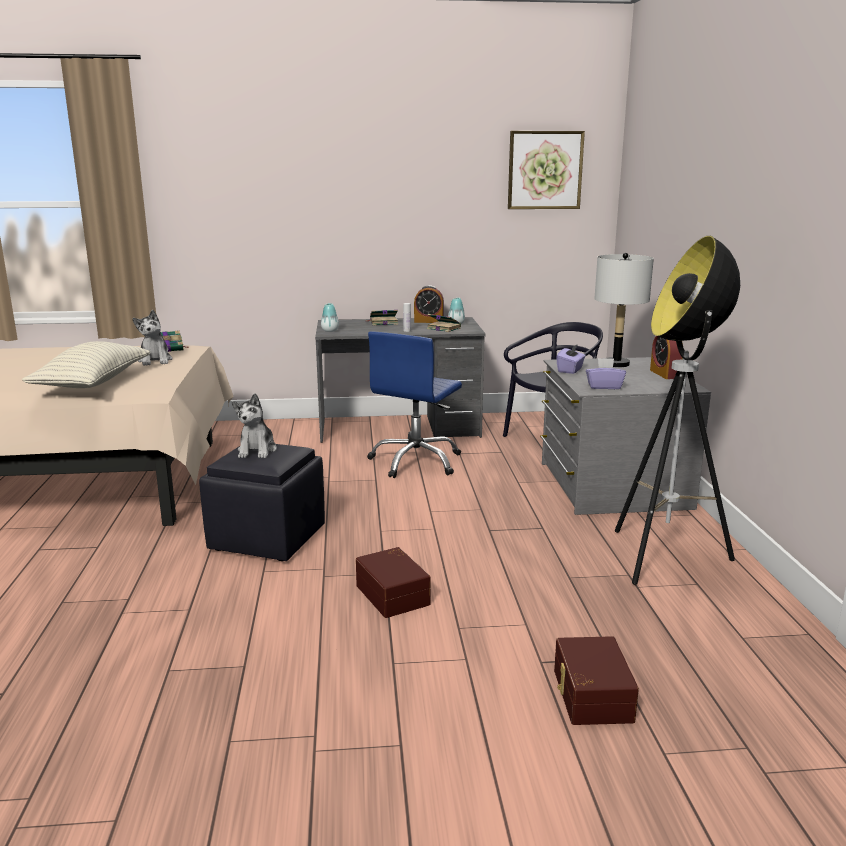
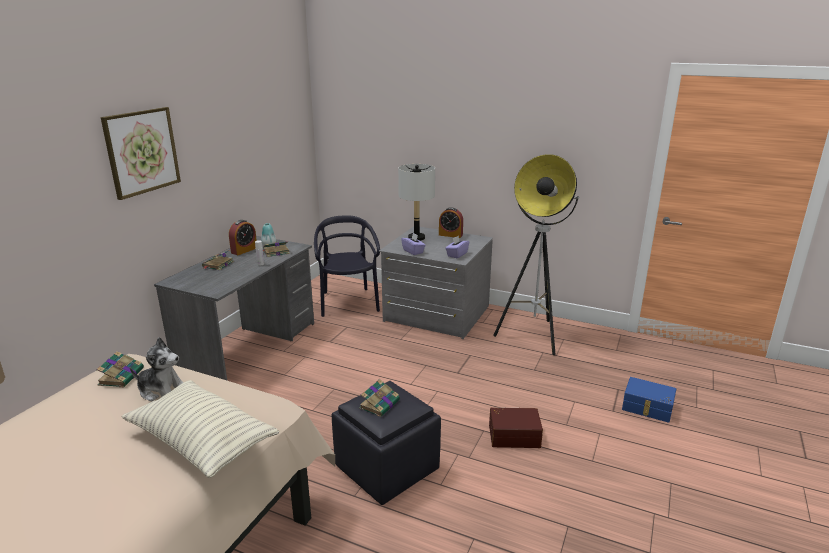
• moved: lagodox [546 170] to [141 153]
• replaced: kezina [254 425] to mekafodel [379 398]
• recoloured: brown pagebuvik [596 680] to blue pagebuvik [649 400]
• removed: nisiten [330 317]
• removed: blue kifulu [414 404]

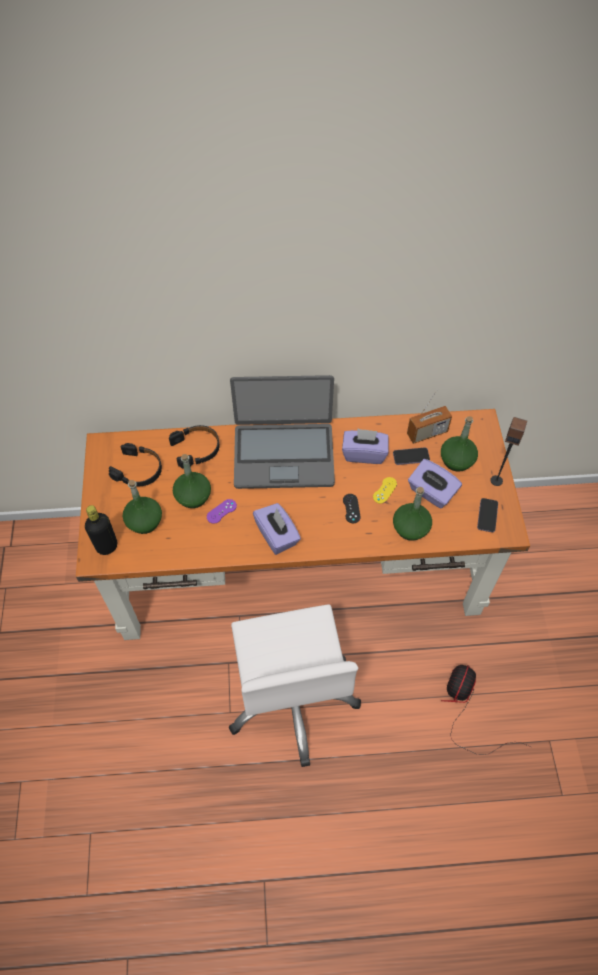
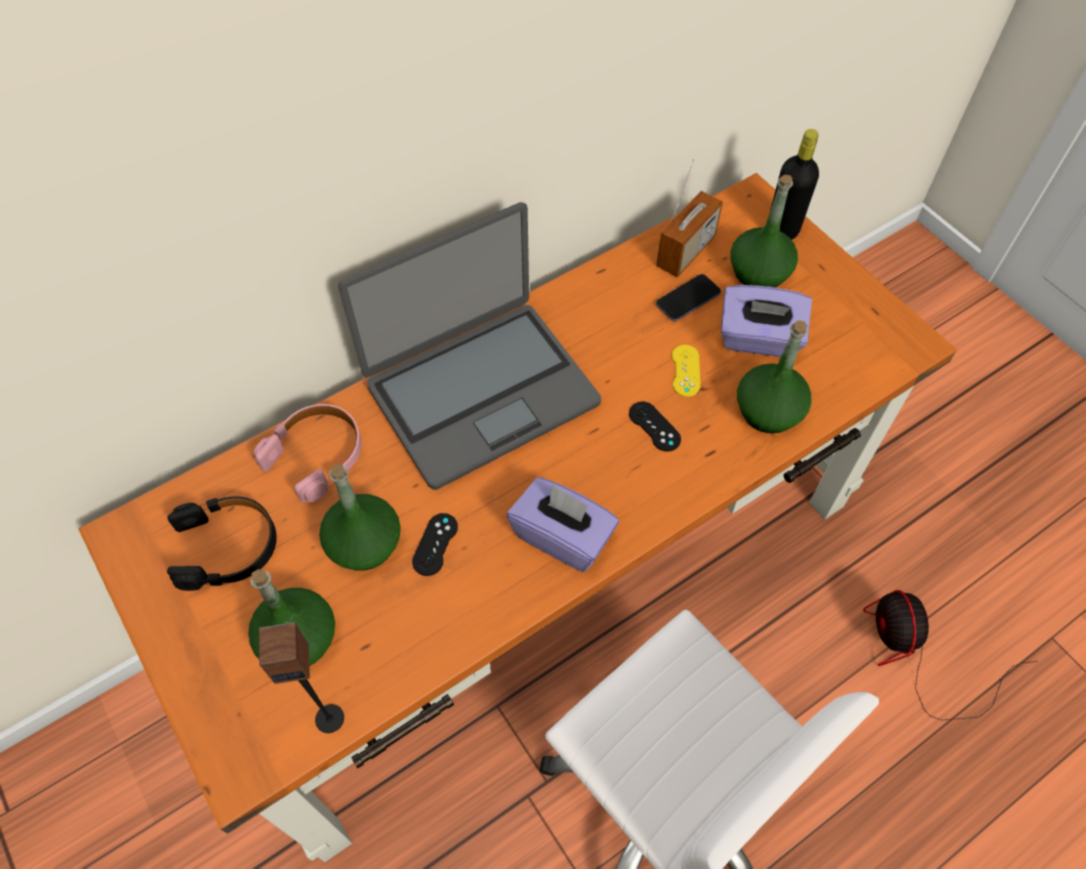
• recoloured: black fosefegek [194 446] to pink fosefegek [308 453]
• moved: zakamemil [508 451] to [301 677]
• recoloured: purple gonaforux [222 511] to black gonaforux [435 544]
• moved: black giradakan [101 530] to [794 184]
• removed: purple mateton [365 446]
• removed: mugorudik [487 515]

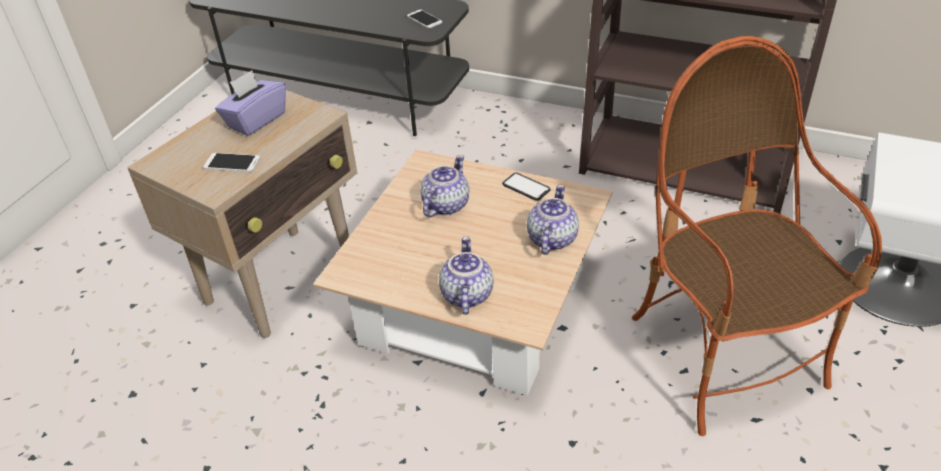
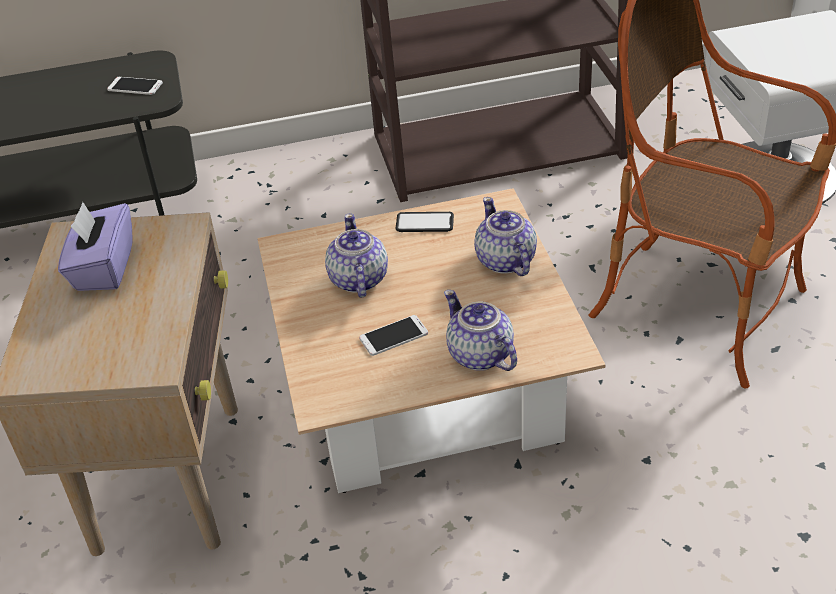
• moved: mugorudik [231 162] to [393 335]

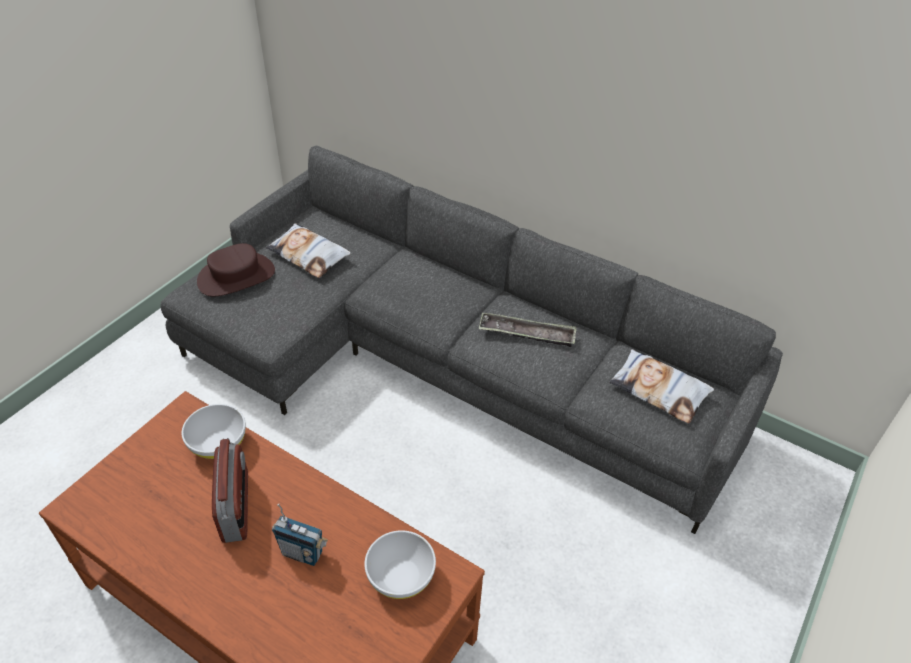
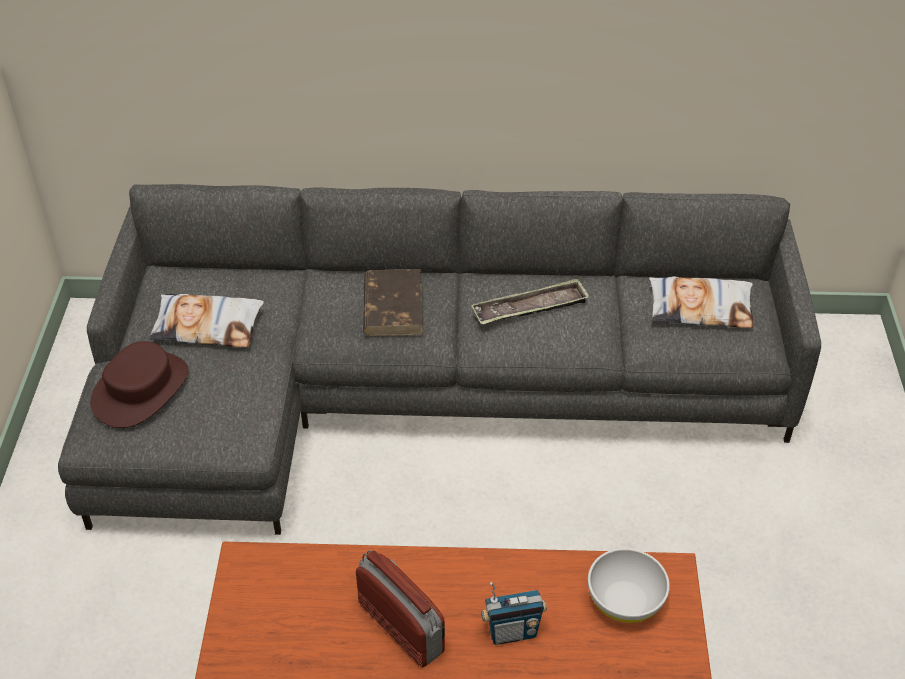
• added: brown mekafodel [393 302]
• removed: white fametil [213 431]

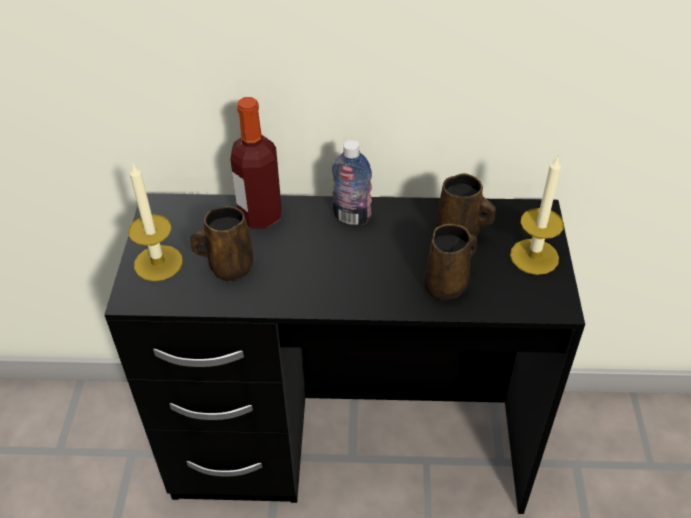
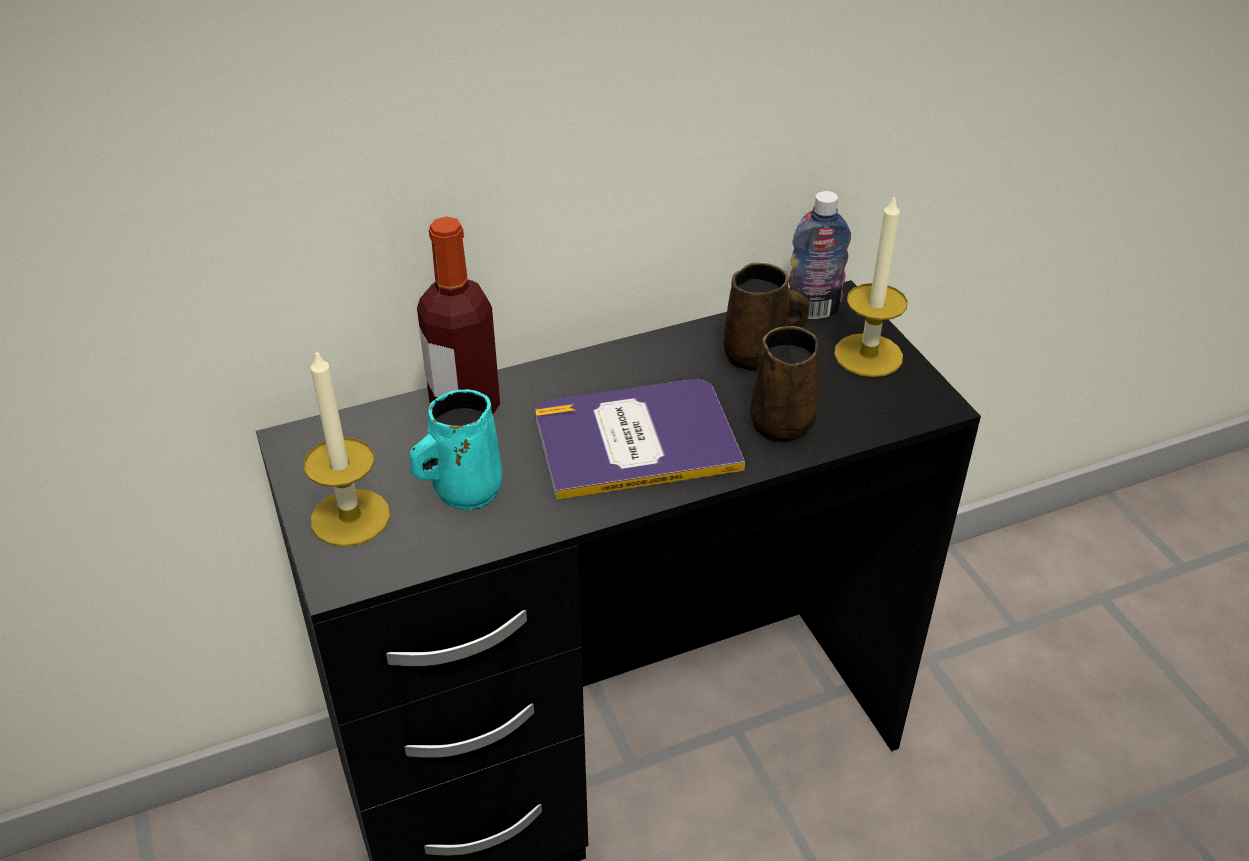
• recoloured: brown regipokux [221 244] to turquoise regipokux [456 449]
• added: mekafodel [640 439]
• moved: giradakan [352 182] to [819 255]

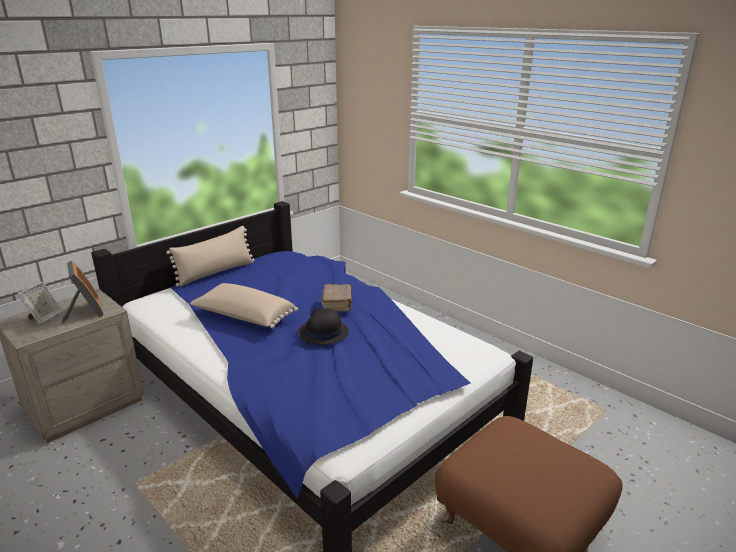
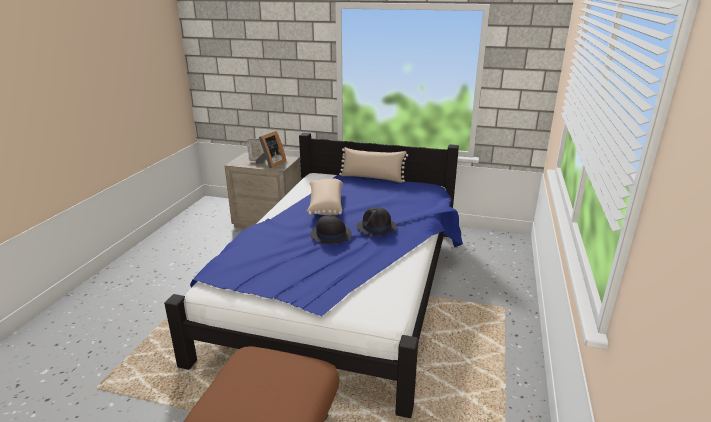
• replaced: brown mekafodel [337 298] to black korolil [377 221]

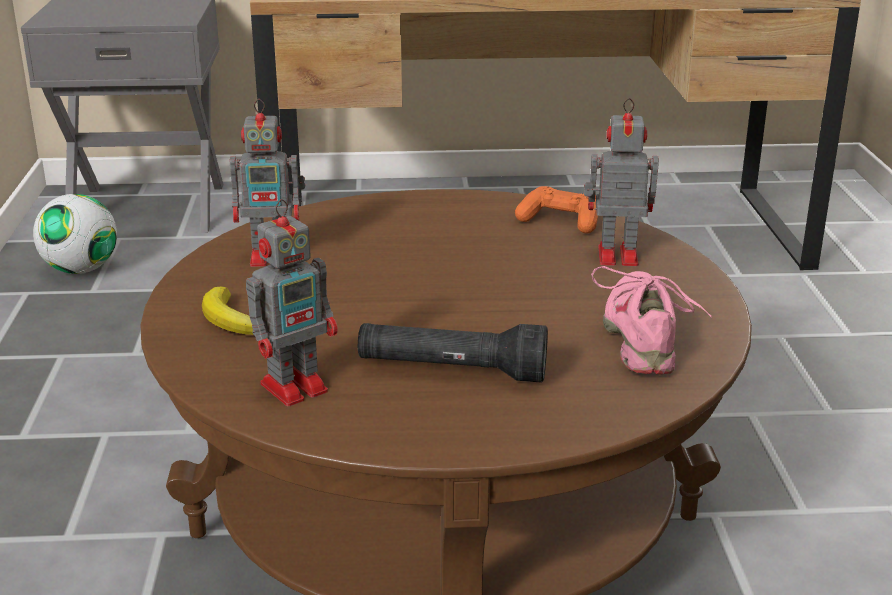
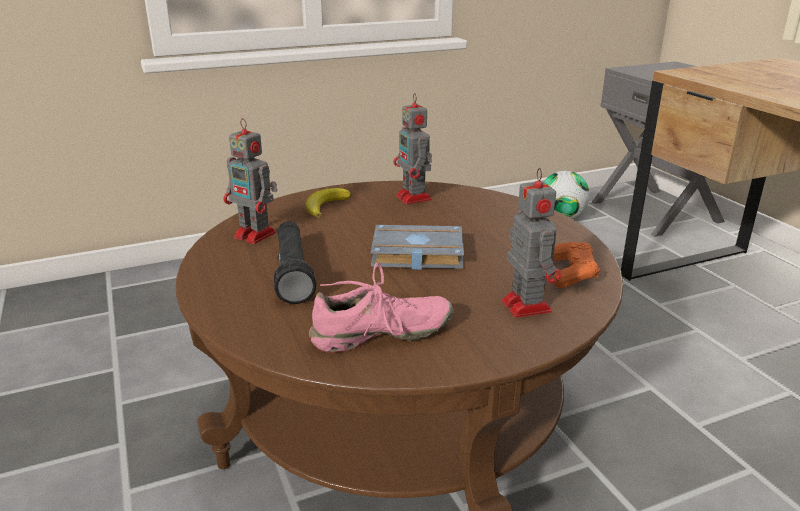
• added: grey mekafodel [417 247]

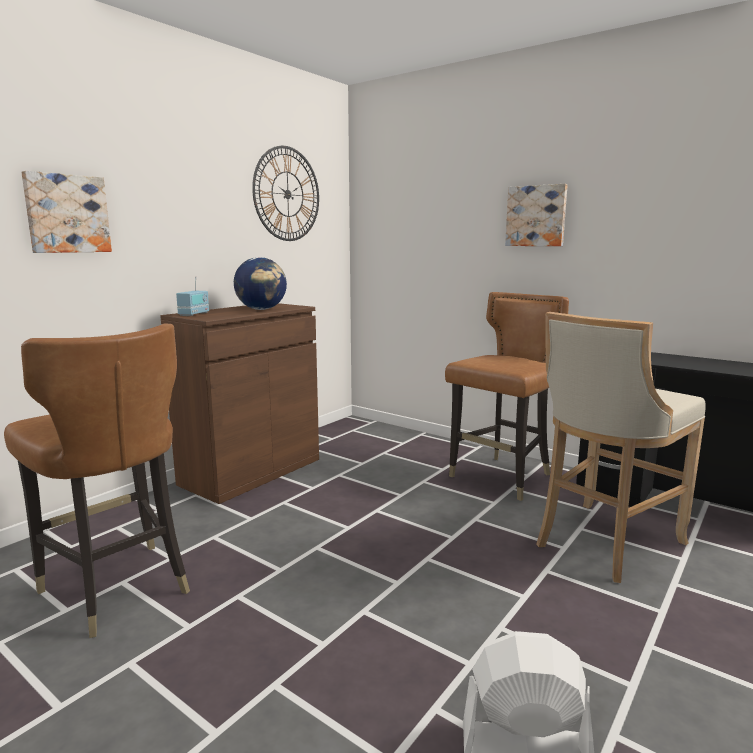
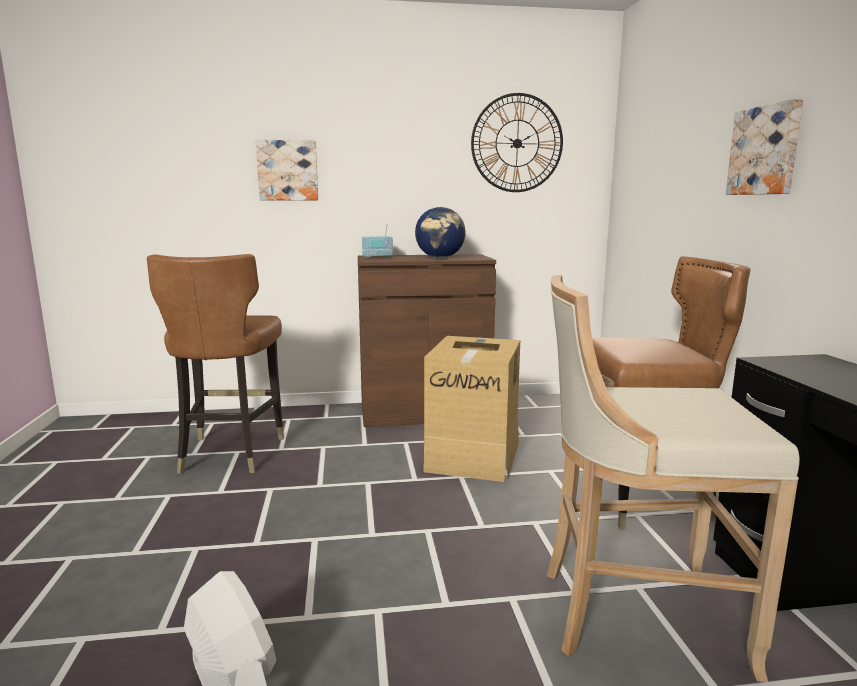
• added: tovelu [471 409]

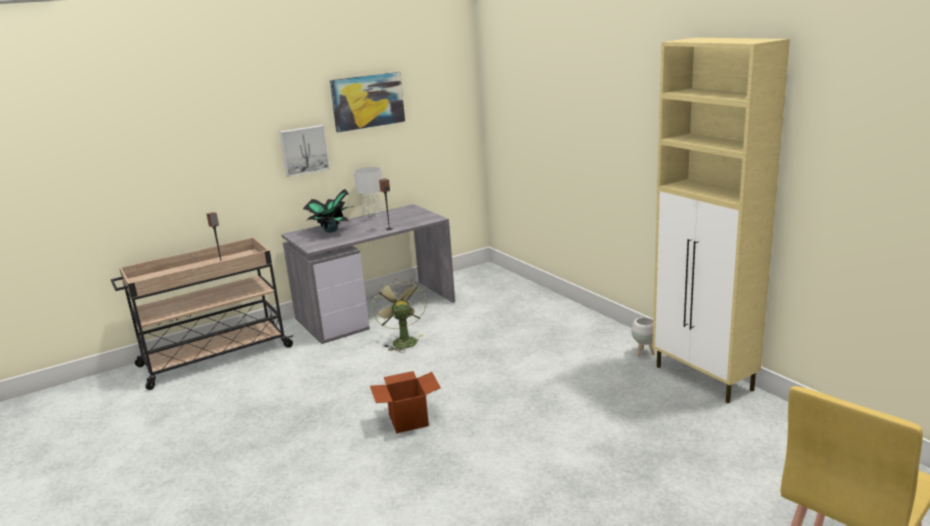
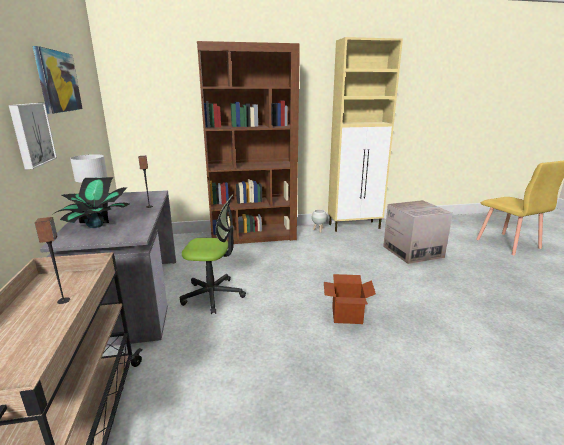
• replaced: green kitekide [399 315] to kifulu [213 254]
• added: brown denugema [248 142]
• added: tovelu [418 232]

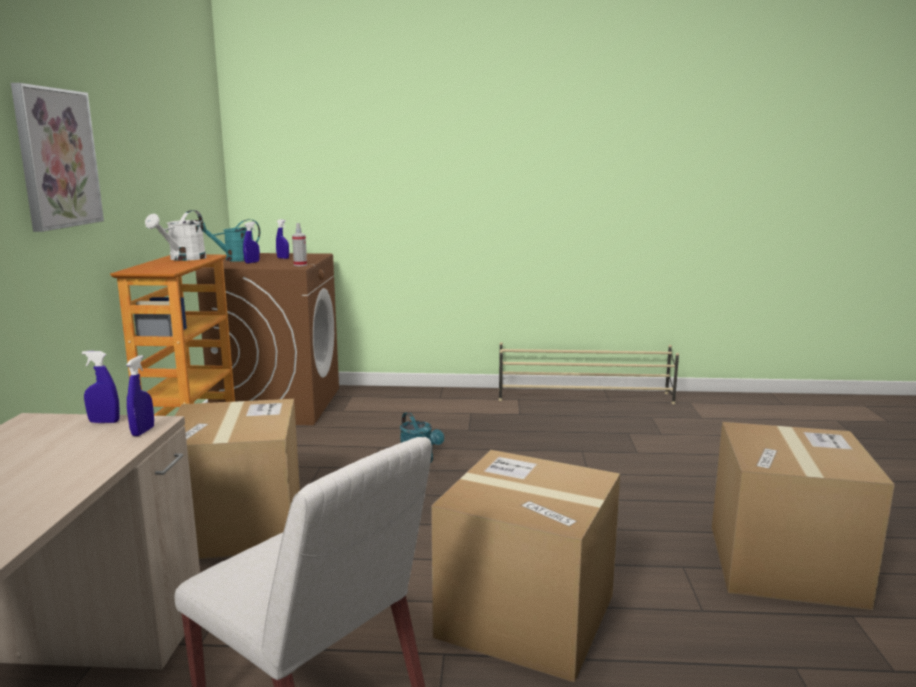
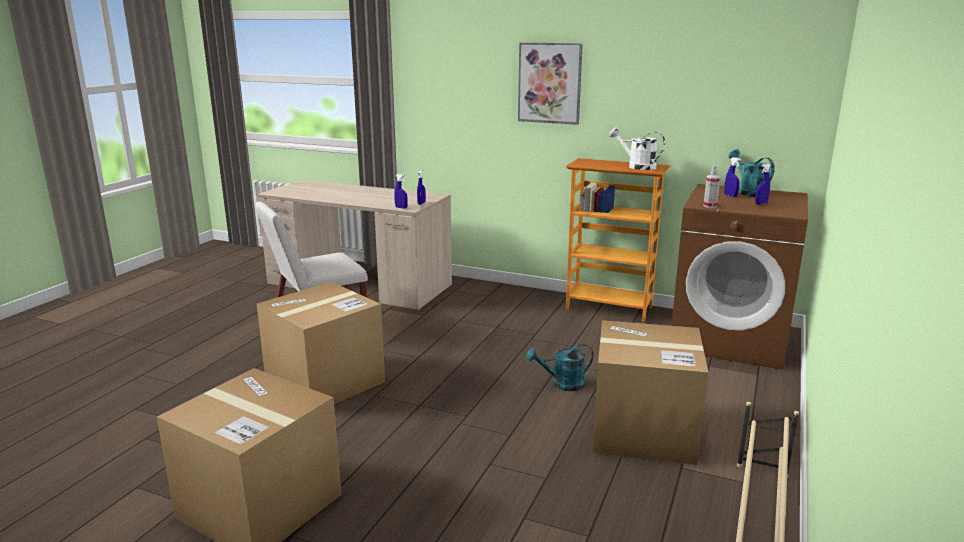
• moved: tovelu [237 479] to [651 392]

